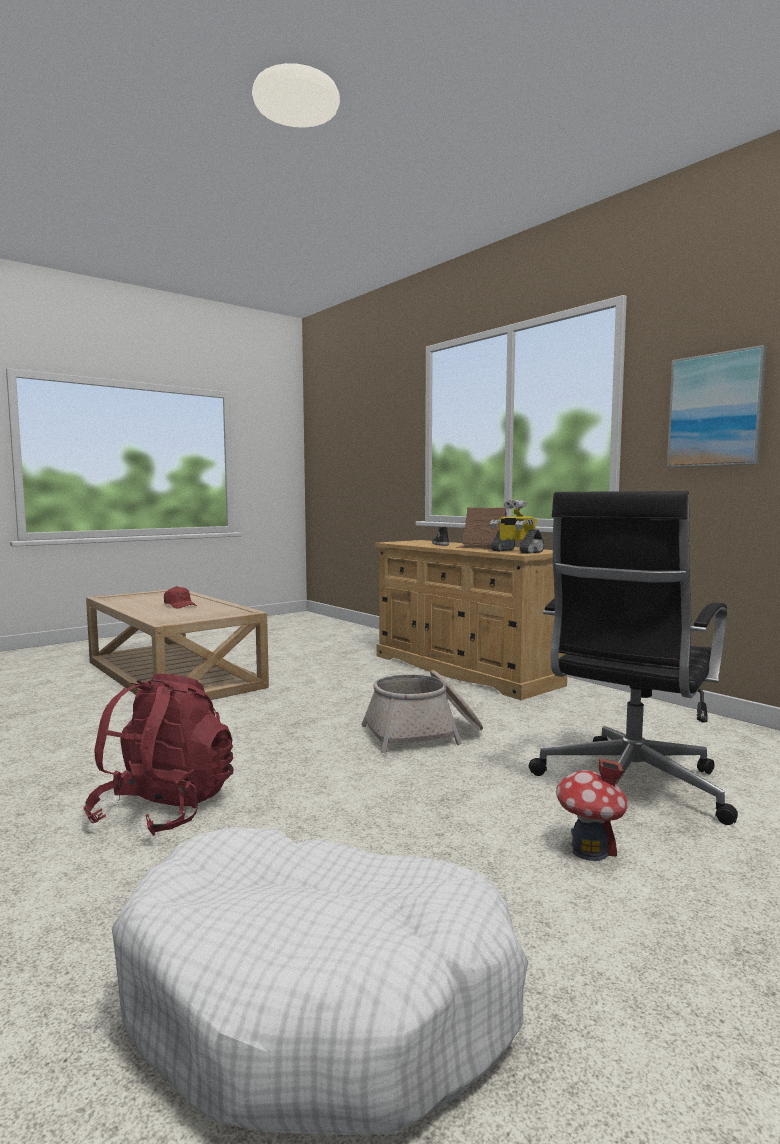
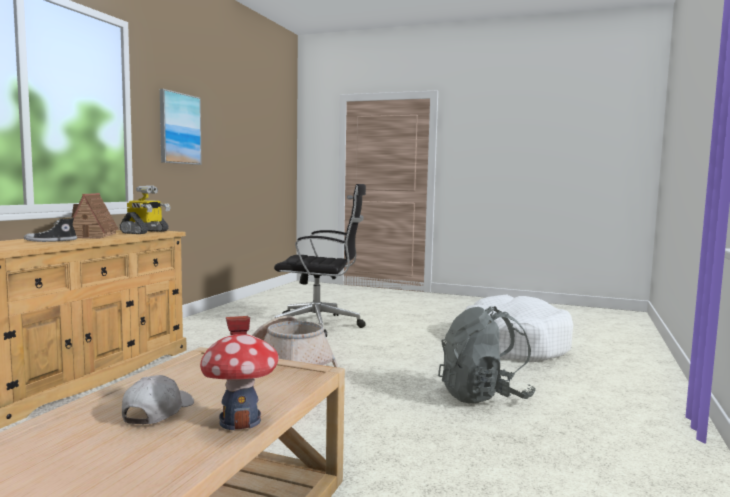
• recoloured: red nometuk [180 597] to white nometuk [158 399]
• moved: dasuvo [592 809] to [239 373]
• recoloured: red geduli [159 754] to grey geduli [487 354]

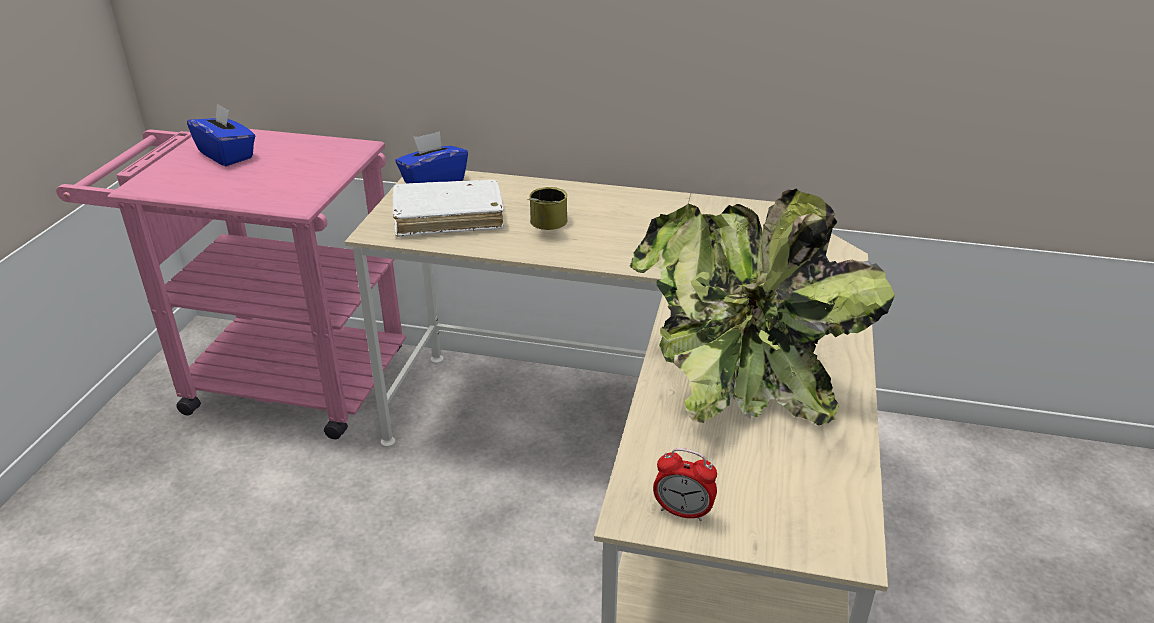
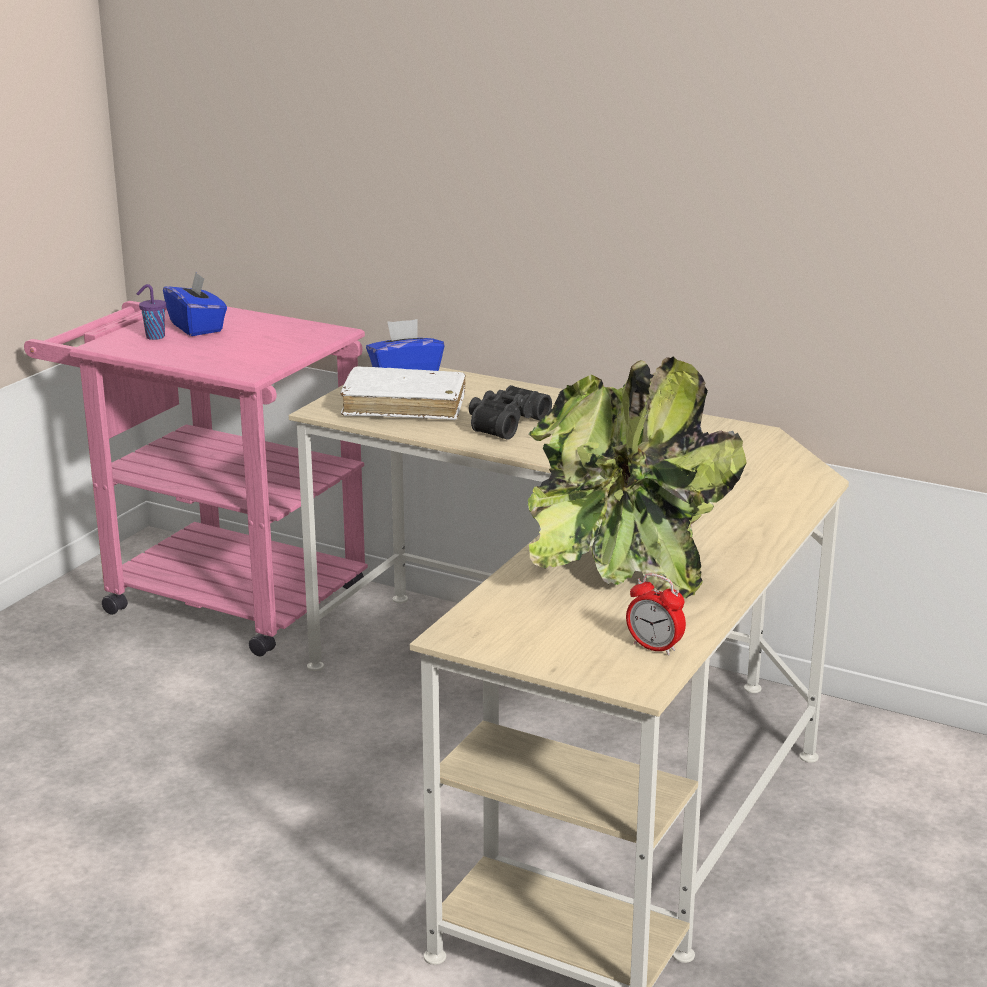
• added: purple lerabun [151 312]
• replaced: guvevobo [547 208] to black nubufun [510 412]
• moved: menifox [685 484] to [656 614]

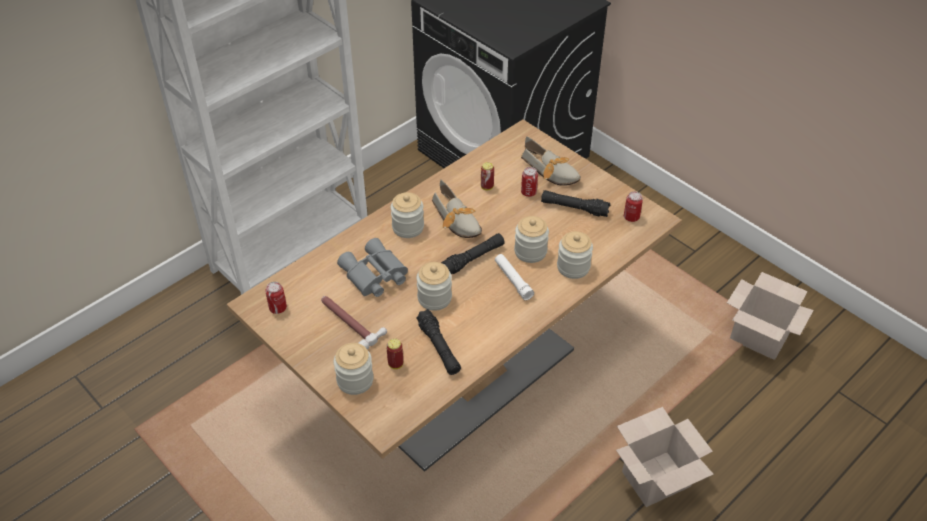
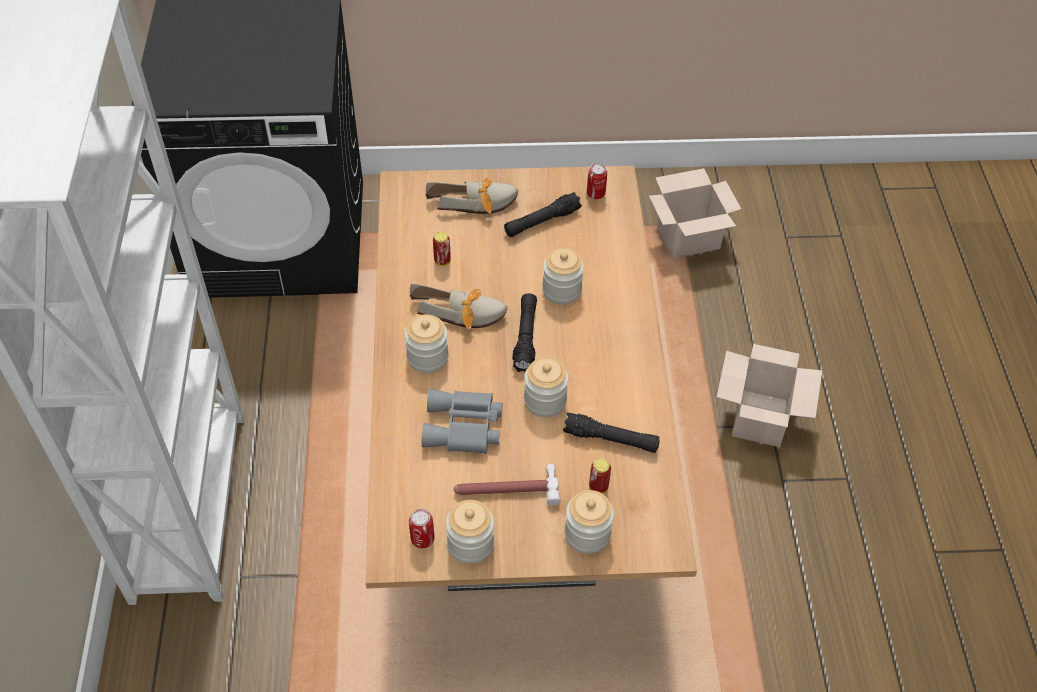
• moved: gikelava [575 255] to [470 532]
• removed: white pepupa [514 277]
• removed: guvevobo [529 182]

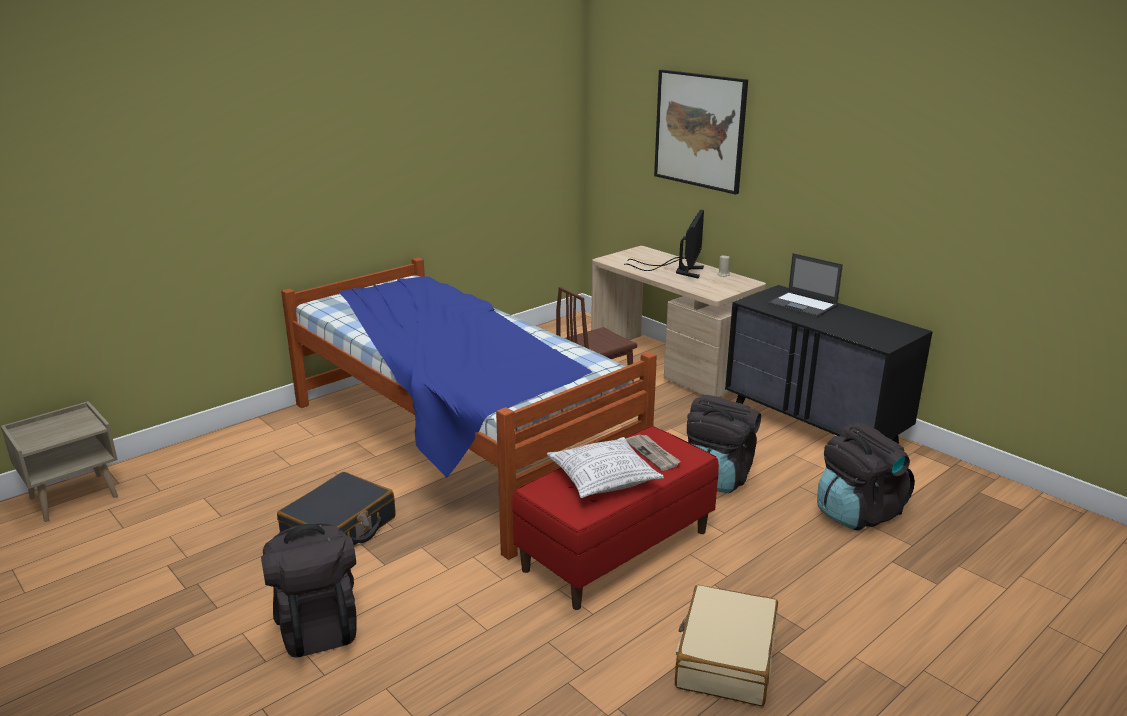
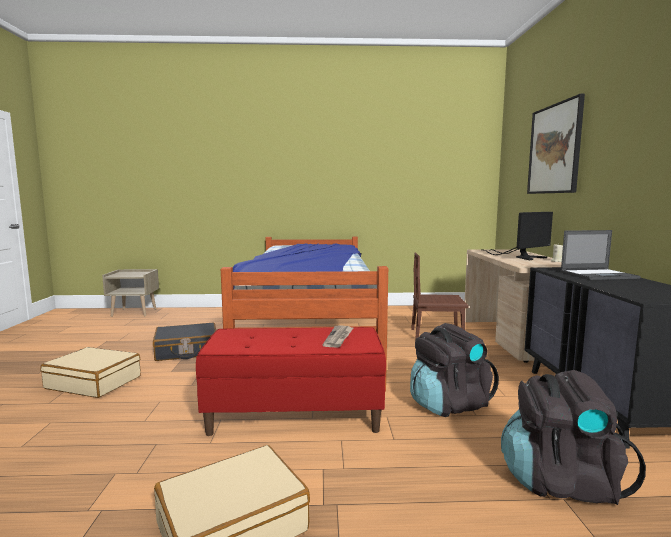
• replaced: black geduli [309 590] to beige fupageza [91 372]
• turned: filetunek [805 285] = [600 255] 90 degrees counterclockwise
• removed: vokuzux [605 467]

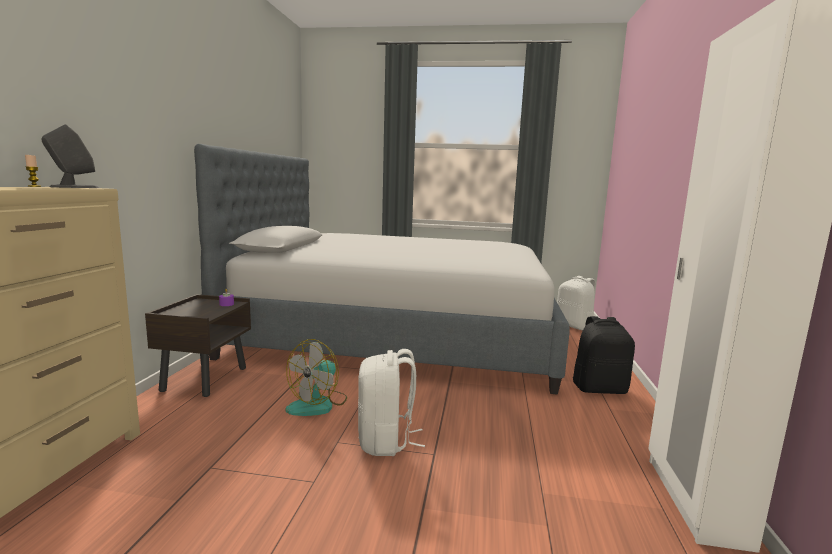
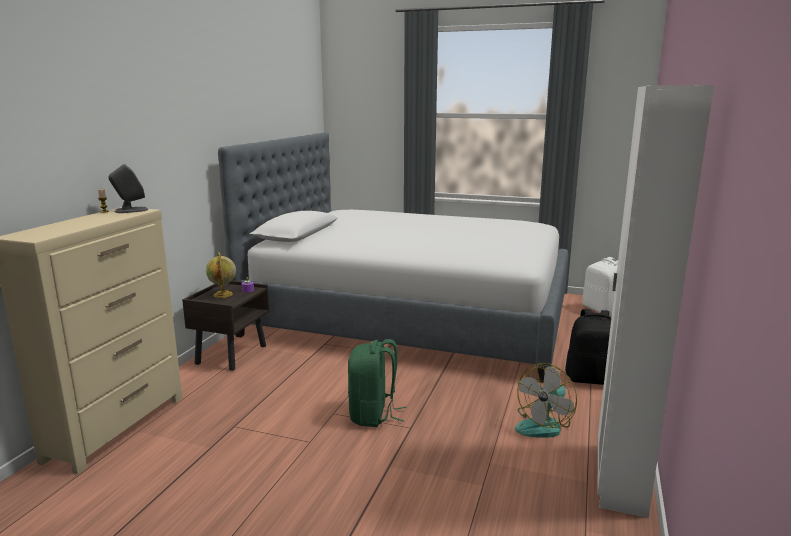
• added: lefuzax [221 275]
• recoloured: white geduli [391 402] to green geduli [377 383]
• moved: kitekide [316 377] to [546 400]

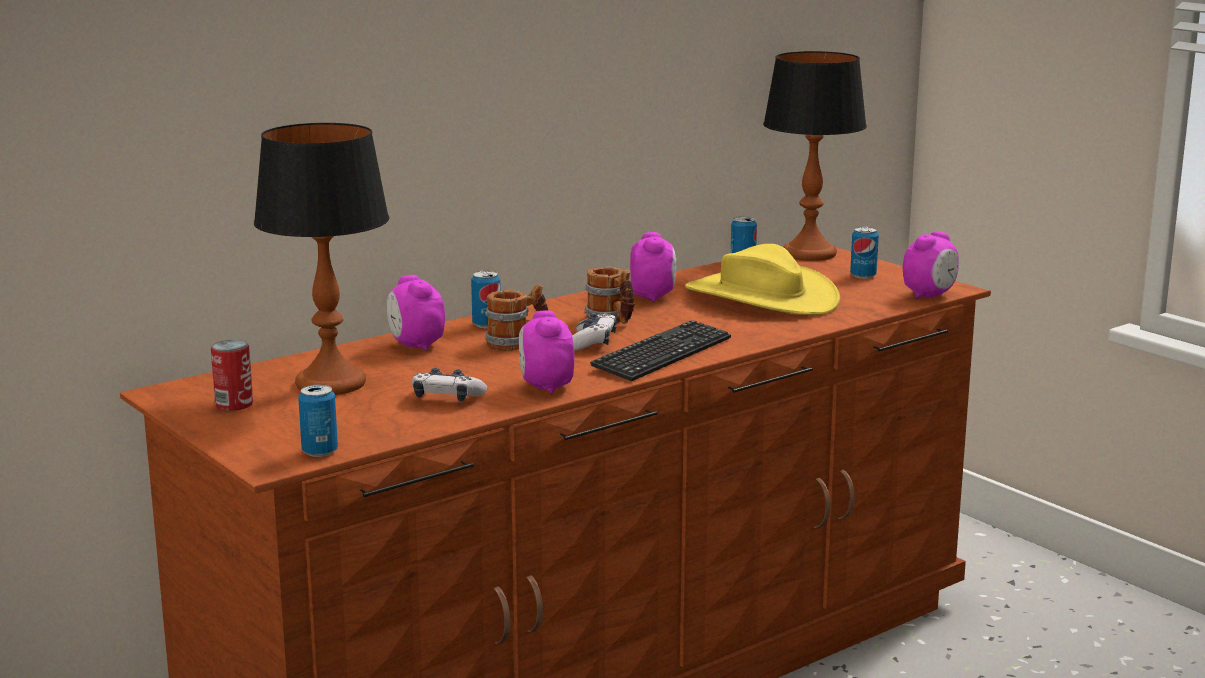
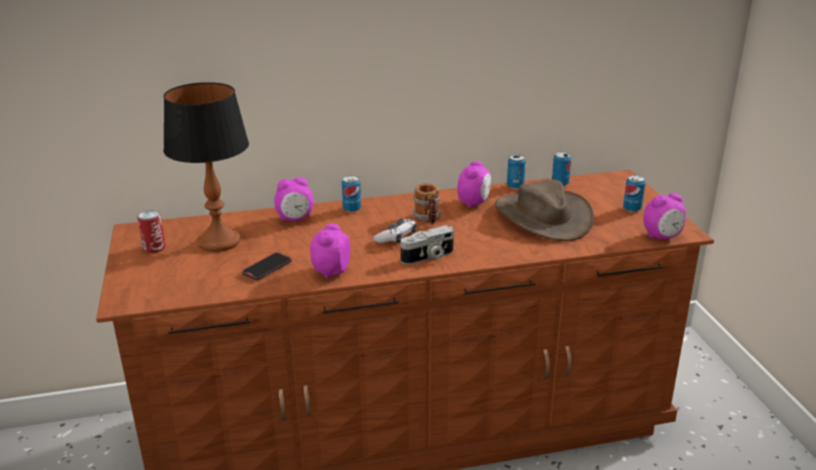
• replaced: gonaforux [450 384] to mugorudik [267 266]
• turned: menifox [416 313] = [294 199] 105 degrees counterclockwise
• replaced: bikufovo [660 350] to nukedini [427 245]
• recoloured: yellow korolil [762 279] to brown korolil [544 210]
• moved: guvevobo [318 420] to [516 171]
• removed: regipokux [516 317]
• removed: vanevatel [815 156]

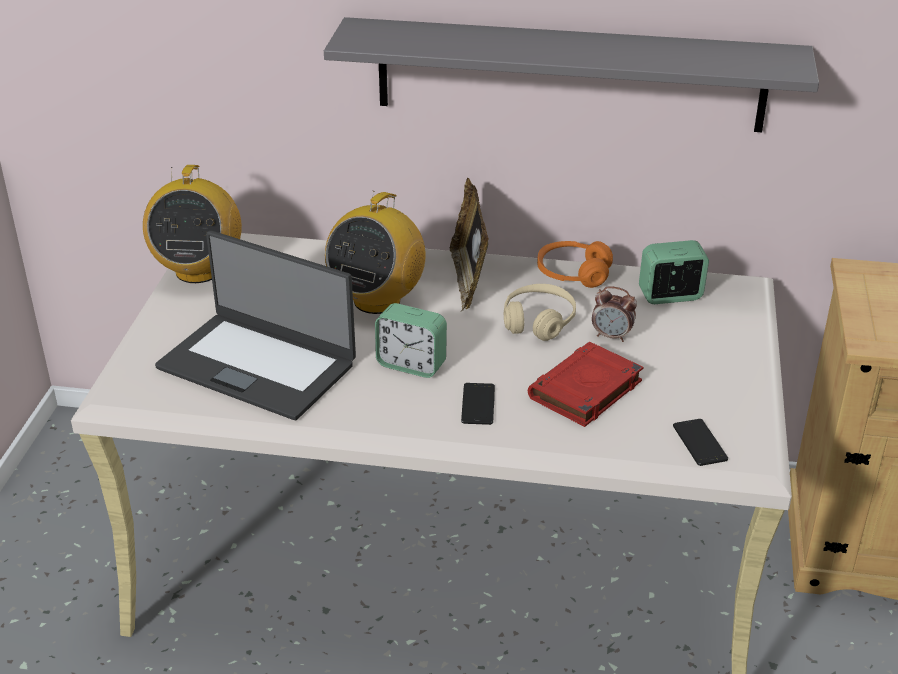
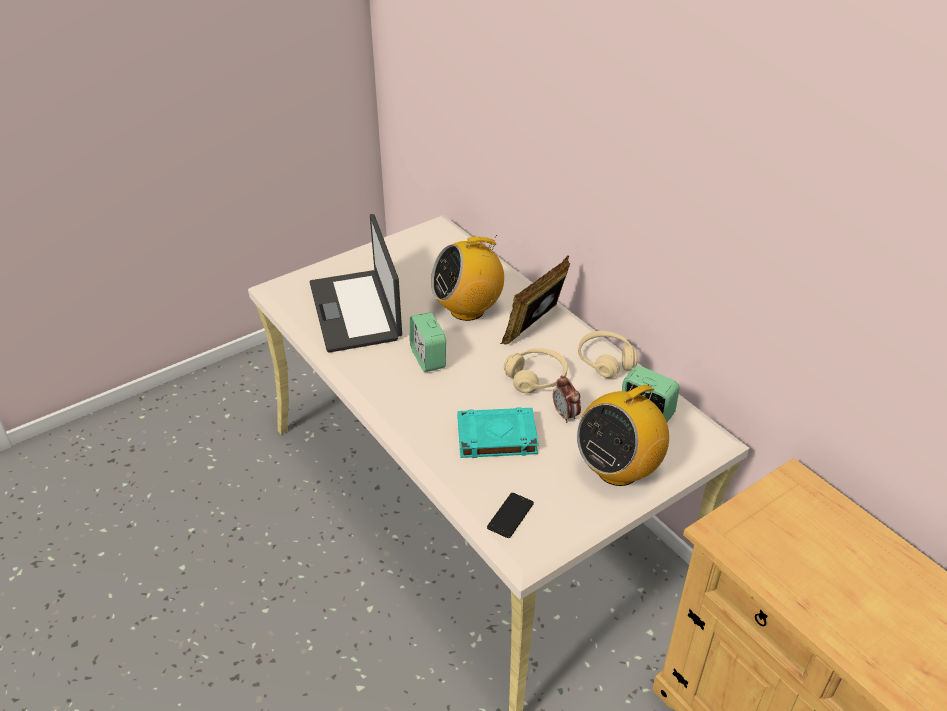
• recoloured: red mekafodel [585 384] to turquoise mekafodel [498 432]
• moved: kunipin [192 224] to [623 430]
• recoloured: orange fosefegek [575 264] to beige fosefegek [608 354]
• removed: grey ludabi [571 74]
• removed: mugorudik [478 404]

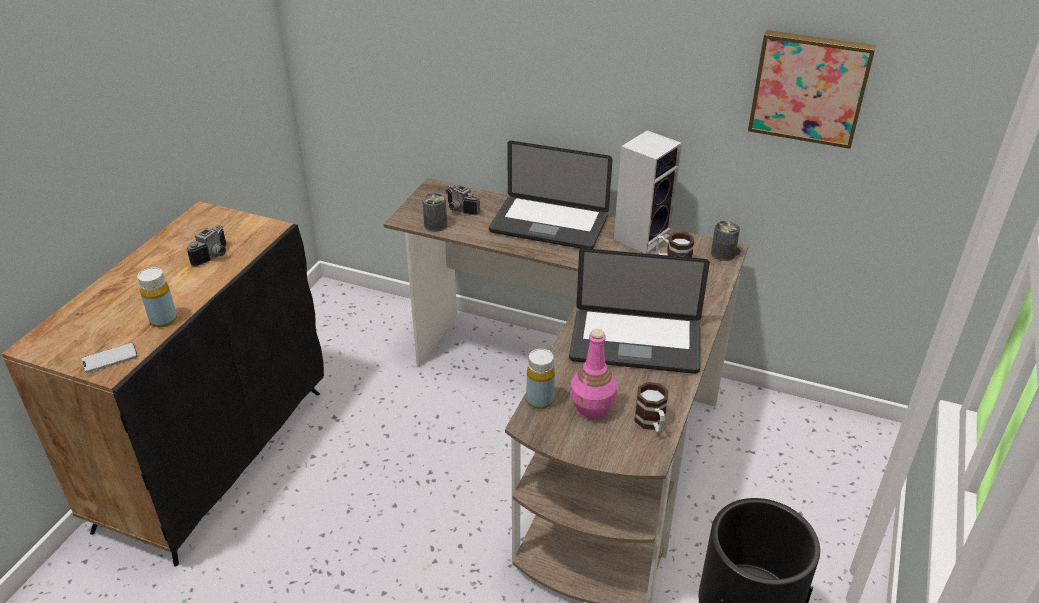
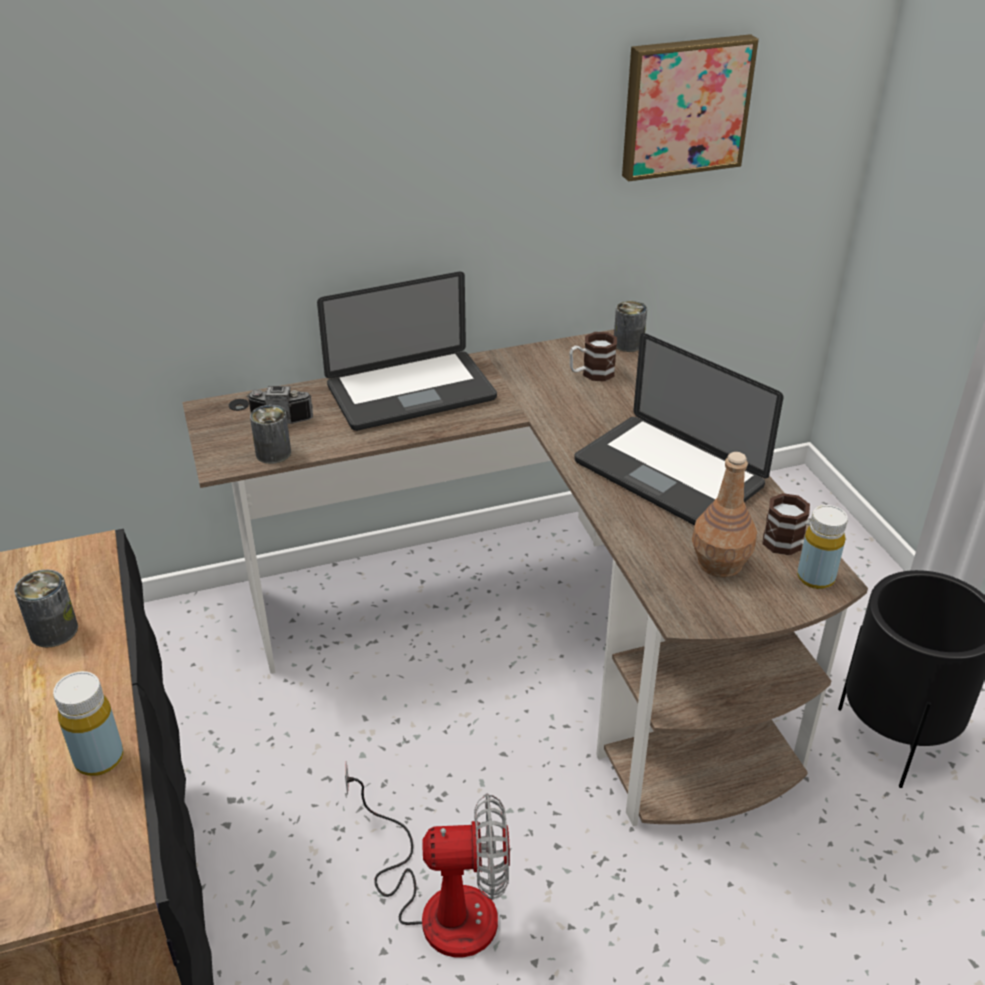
• replaced: nukedini [207 246] to guvevobo [46 608]
• added: kitekide [427 859]
• turned: filetunek [639 311] = [678 429] 75 degrees clockwise
• recoloured: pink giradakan [593 374] to brown giradakan [724 514]
• moved: yellow giradakan [541 379] to [822 547]
• removed: mugorudik [110 358]
• removed: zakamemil [648 192]

